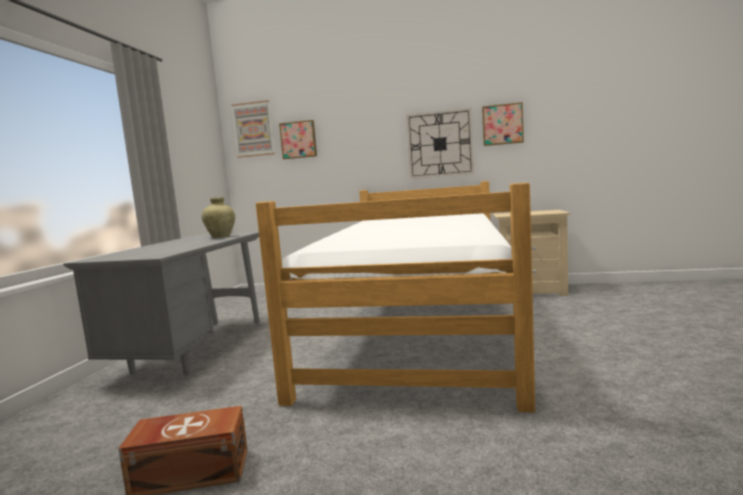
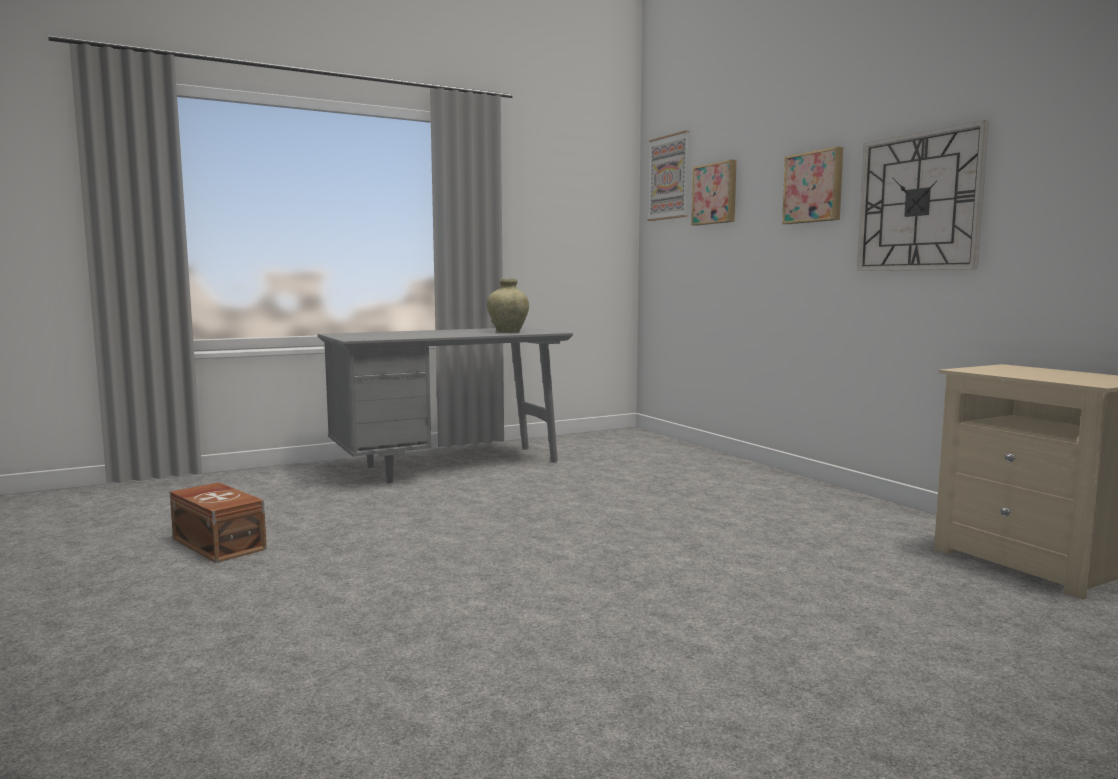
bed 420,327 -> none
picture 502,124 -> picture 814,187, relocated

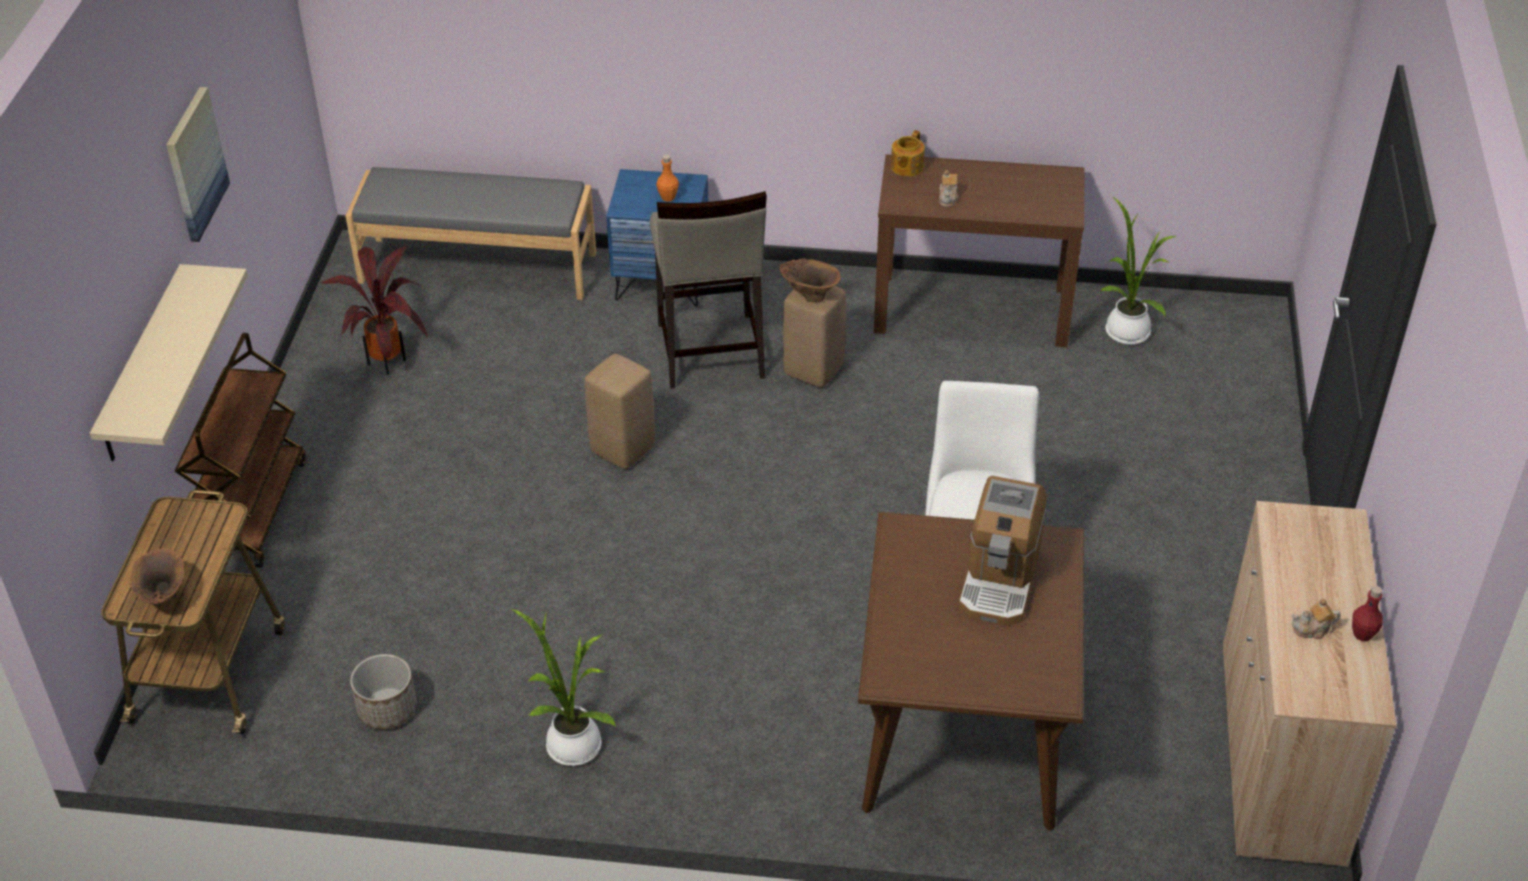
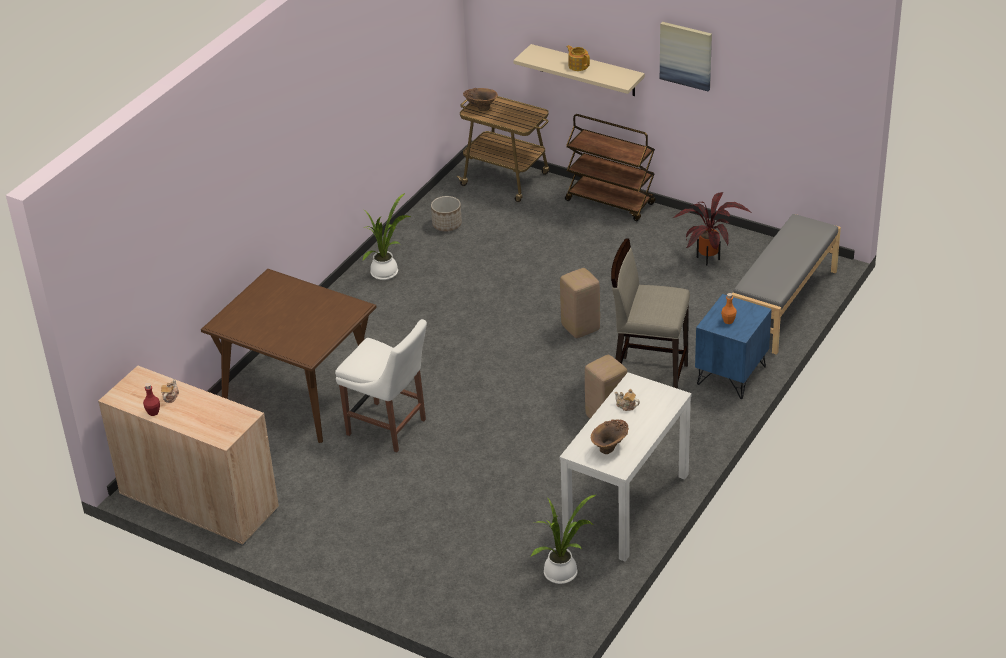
vase (brown) 809,295 -> vase (brown) 610,448, relocated
console table (brown) 973,309 -> console table (white) 626,506
teapot 906,167 -> teapot 578,65, relocated
coffee machine 999,580 -> none

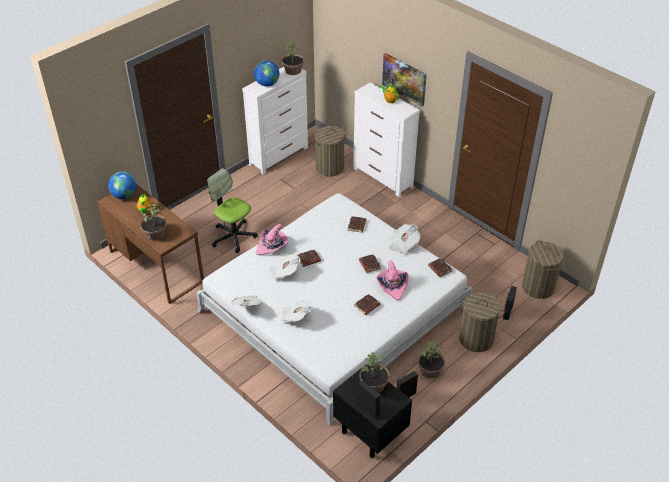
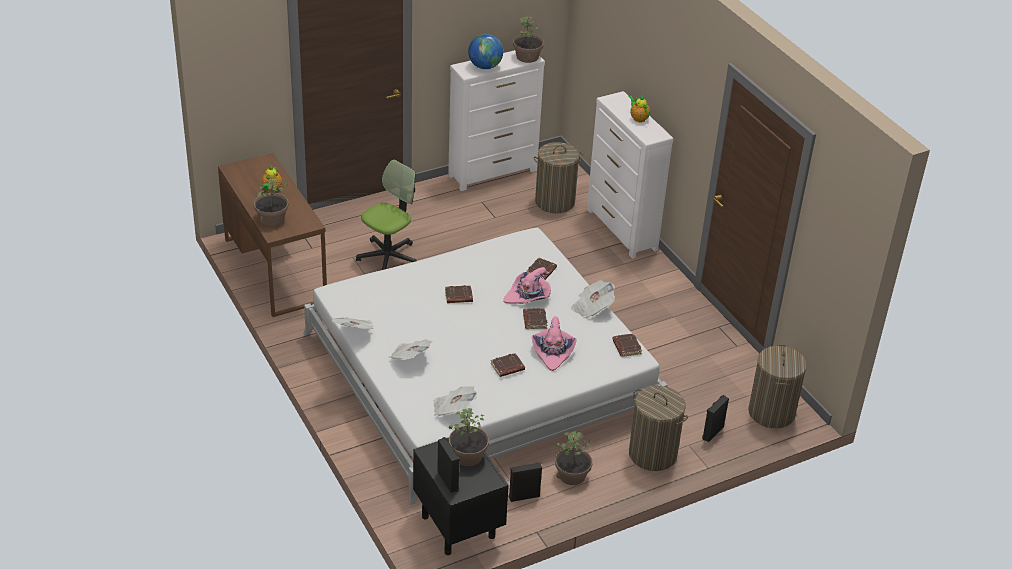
globe 125,195 -> none
office chair 233,236 -> office chair 388,257, 75 degrees clockwise
hat (pink) 272,246 -> hat (pink) 528,296, relocated
newspaper 284,272 -> newspaper 453,409, relocated
picture 404,79 -> none

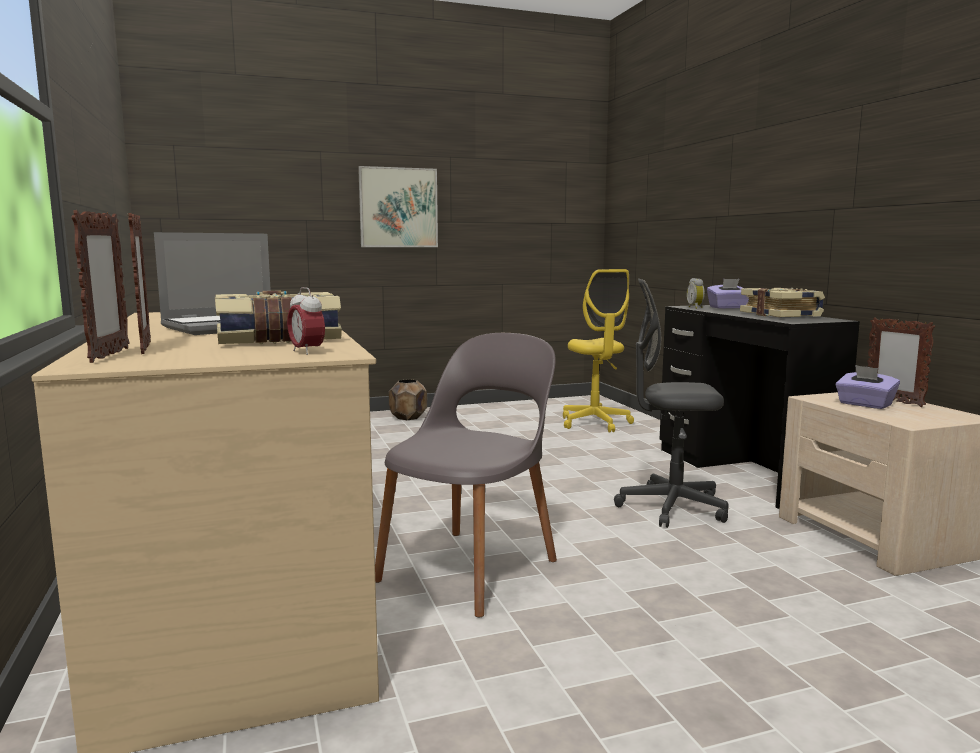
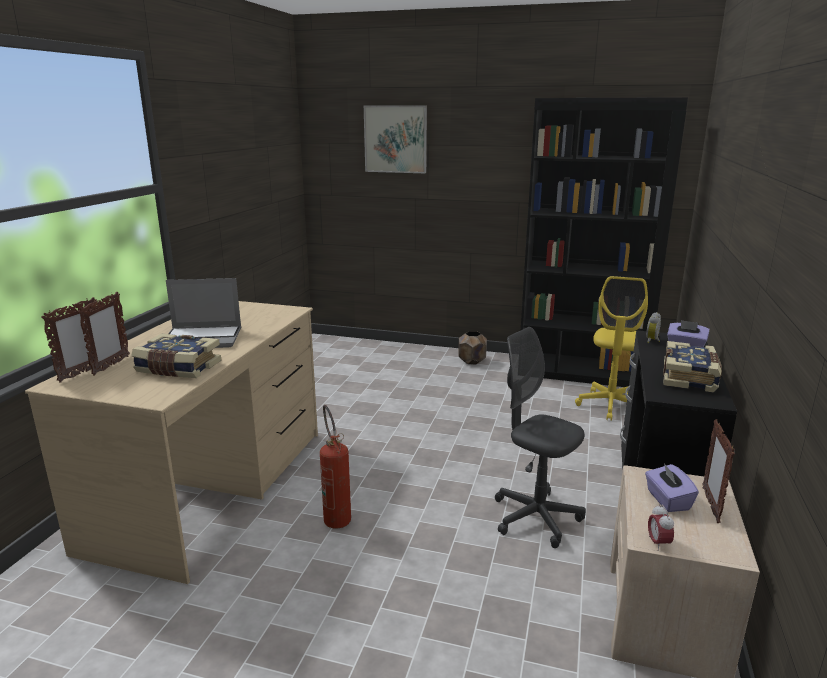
alarm clock 307,352 -> alarm clock 658,543, relocated
picture 398,207 -> picture 395,139, relocated
chair (grey) 471,568 -> fire extinguisher 335,516
none -> bookcase (black) 581,372

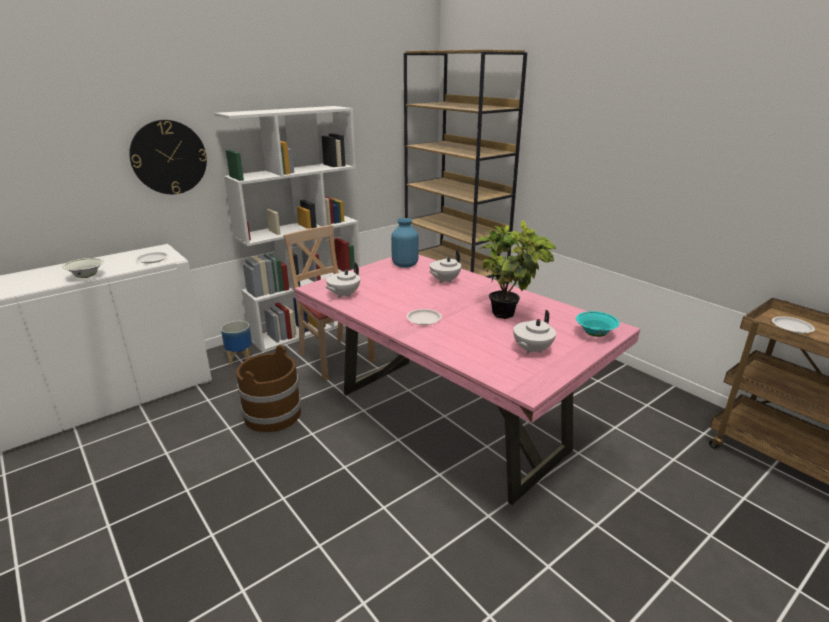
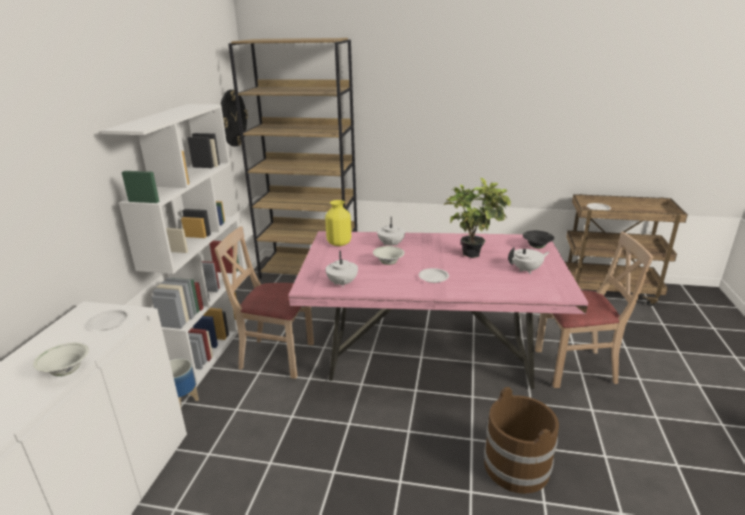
wall clock 169,157 -> wall clock 232,118, relocated
bucket (brown) 272,415 -> bucket (brown) 517,466, relocated
vase (blue) 405,265 -> vase (yellow) 339,243
teapot (white) 531,350 -> teapot (white) 526,270, 105 degrees counterclockwise
bowl (turquoise) 595,334 -> bowl (black) 536,247
none -> bowl (white) 388,263
none -> chair (beige) 575,367

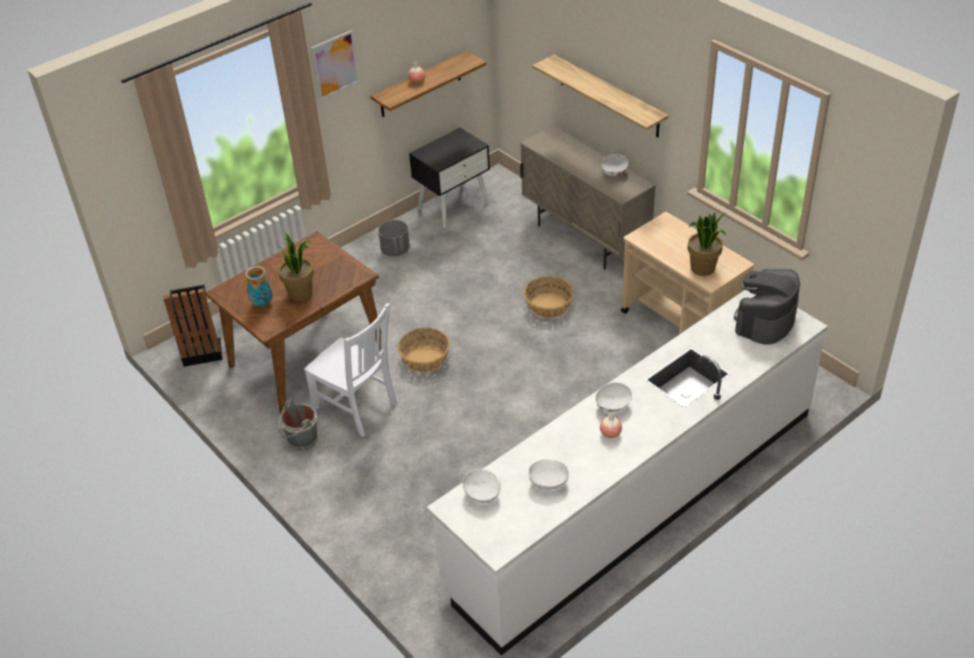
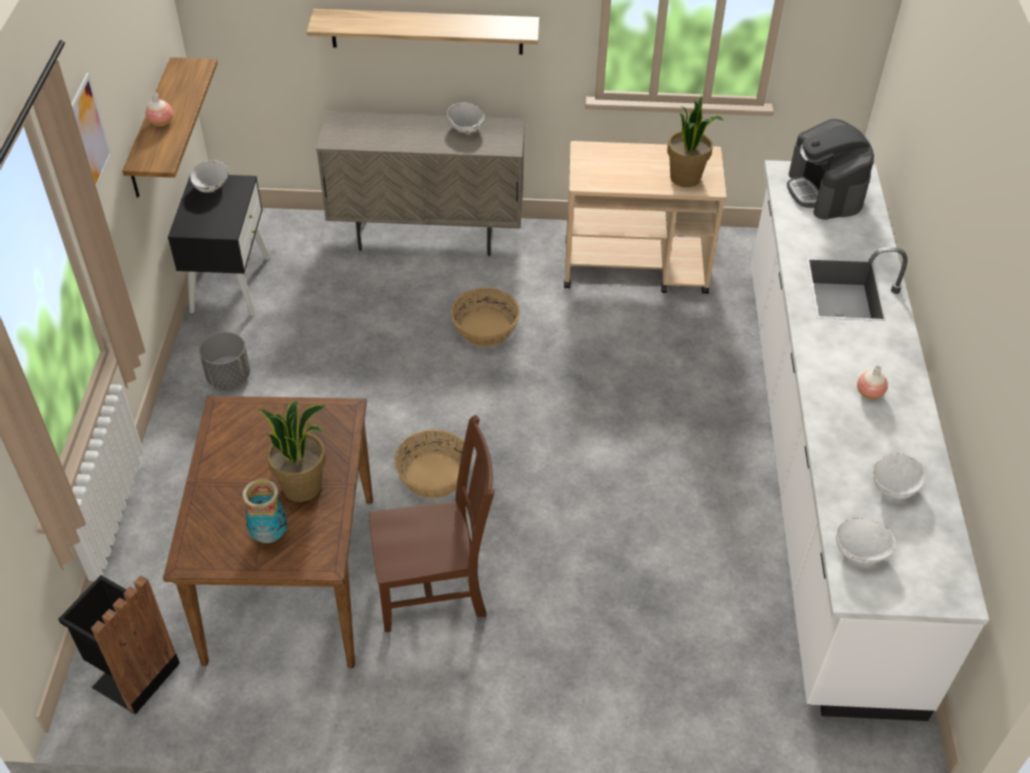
bucket (grey) 301,439 -> none
chair (white) 357,408 -> chair (brown) 434,588
bowl (white) 613,406 -> bowl (white) 212,186, relocated

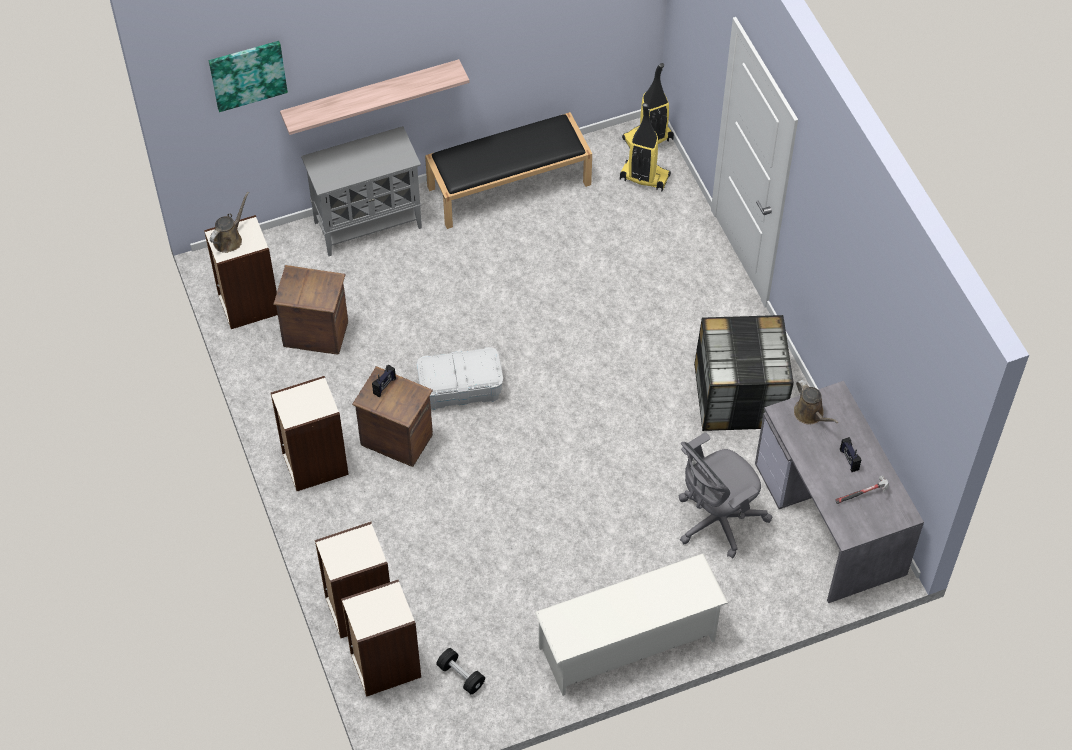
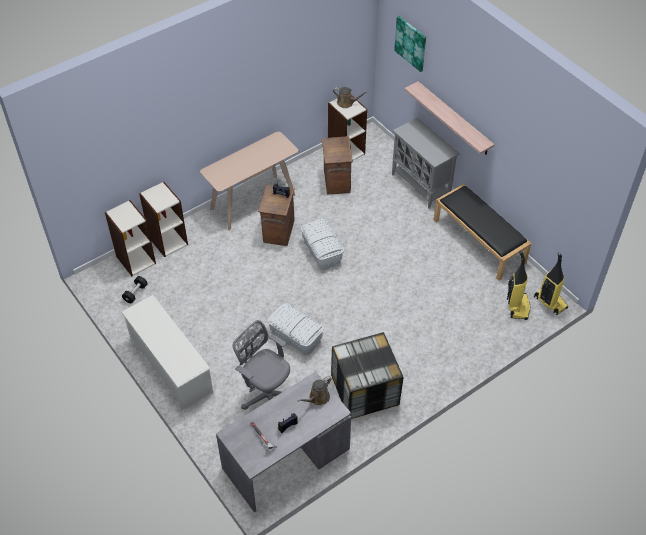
bookcase 314,464 -> console table (beige) 253,201
none -> storage box (white) 295,336

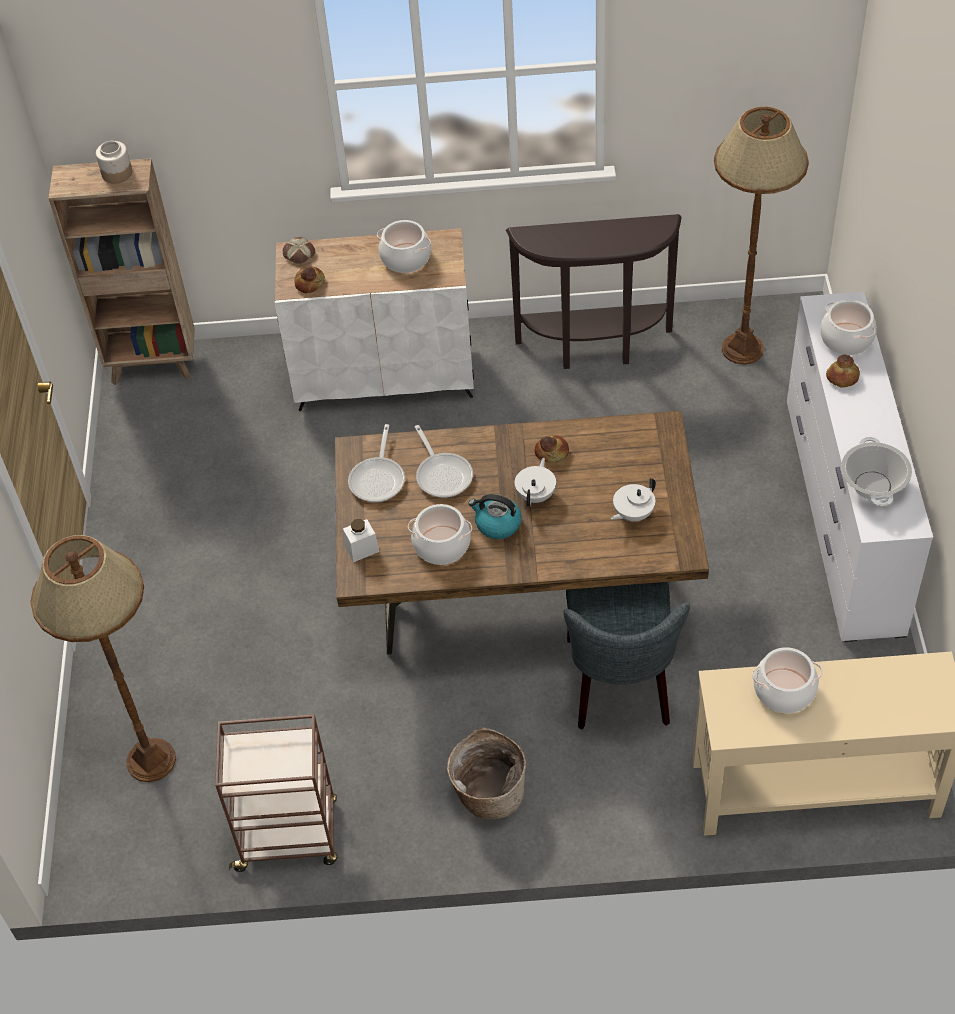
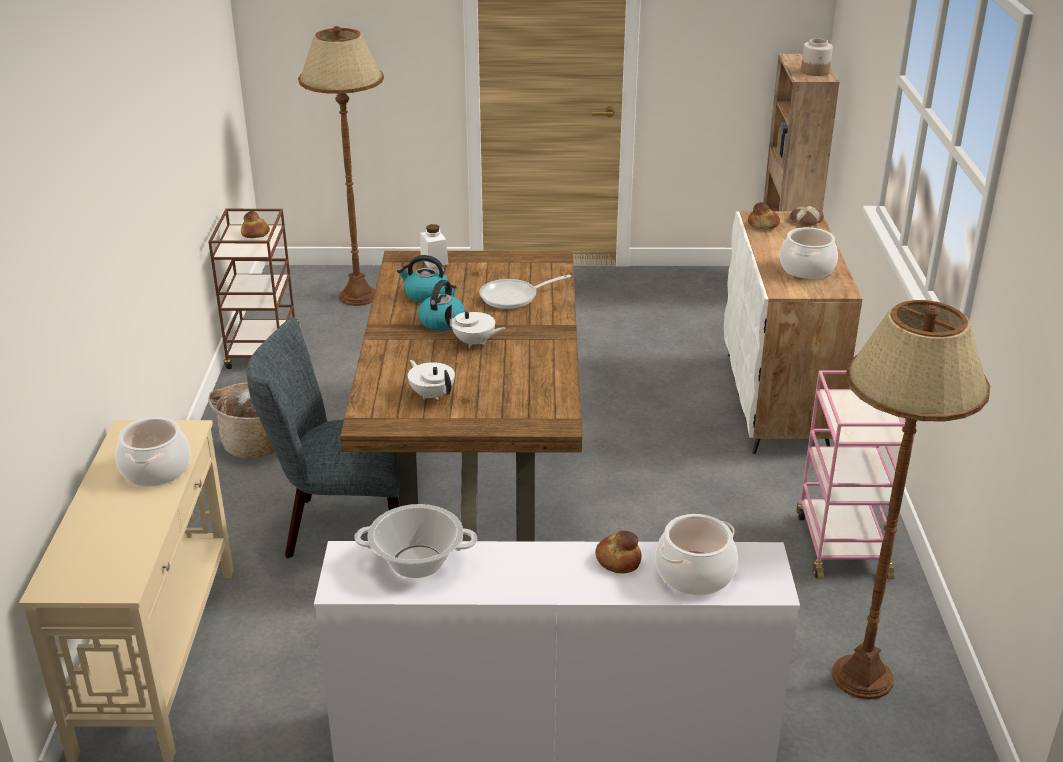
frying pan 378,478 -> none
cooking pot 442,545 -> kettle 425,295
console table (brown) 595,349 -> cart (pink) 841,545
bread 552,453 -> bread 255,234, relocated

